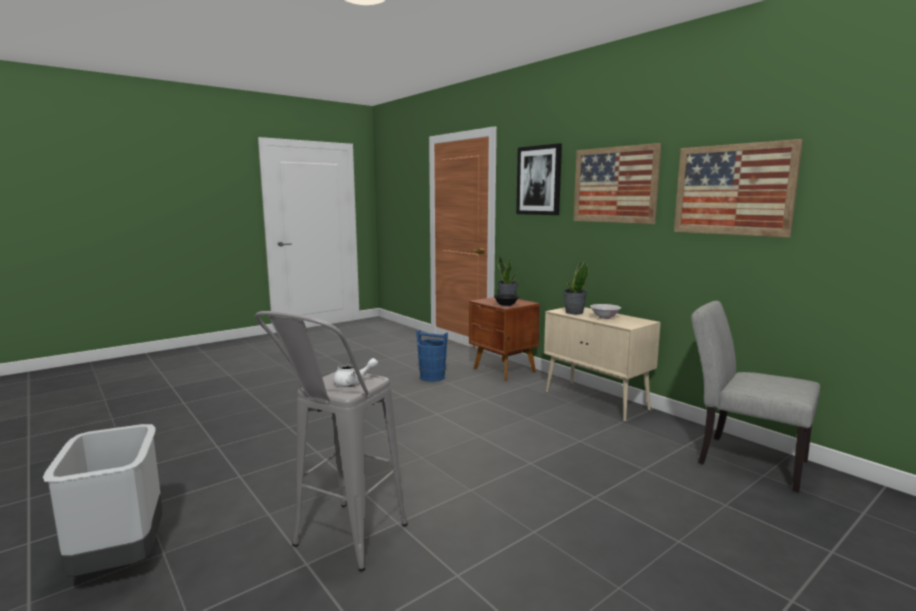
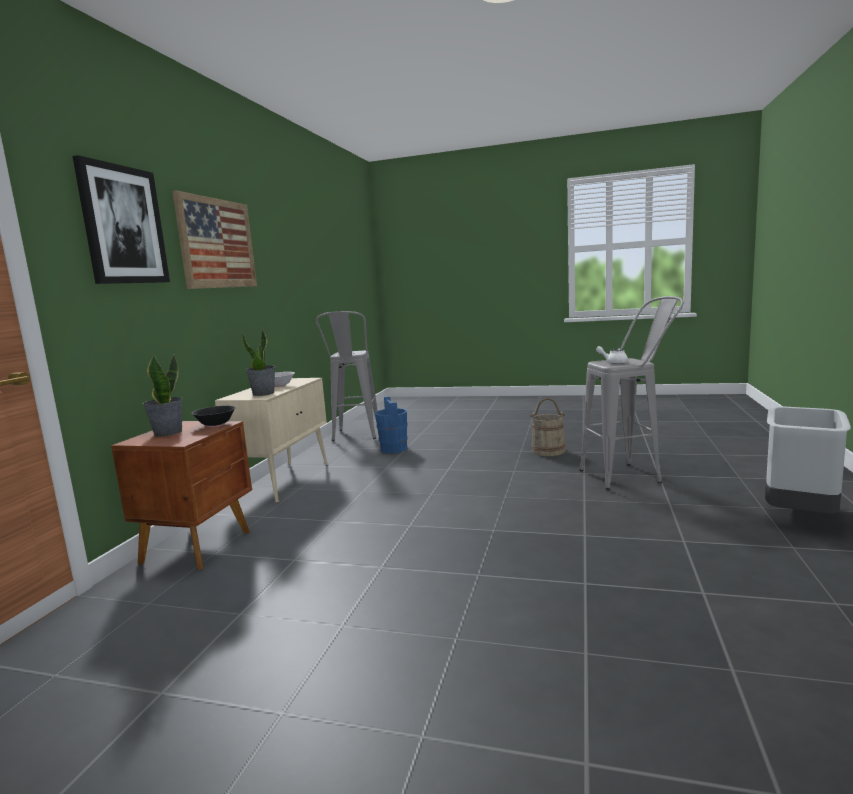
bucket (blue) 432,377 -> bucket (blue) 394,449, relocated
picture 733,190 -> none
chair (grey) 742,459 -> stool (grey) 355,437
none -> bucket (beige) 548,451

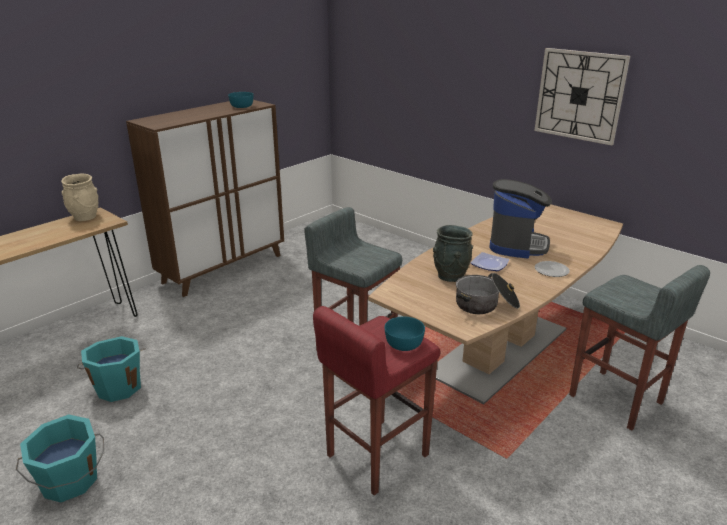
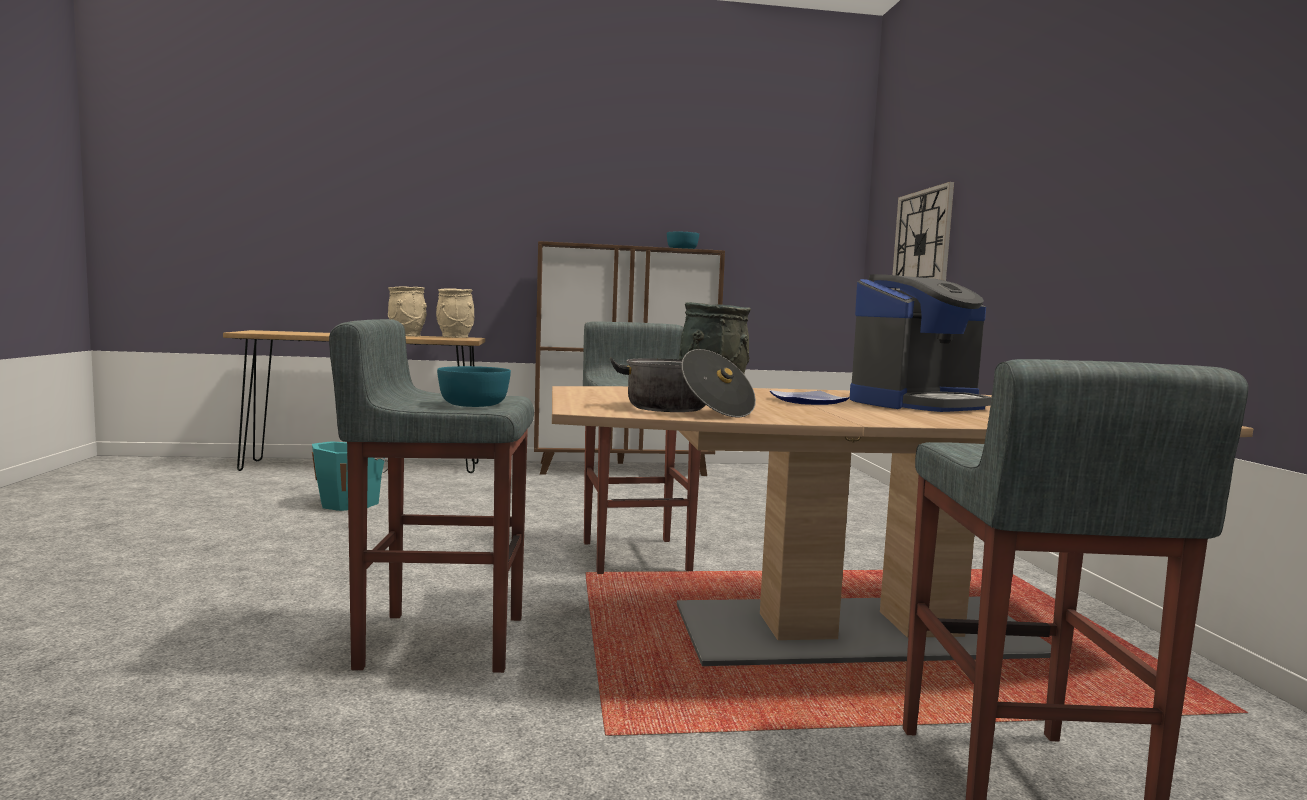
bucket (turquoise) 70,482 -> none
stool (red) 375,455 -> stool (grey) 440,640
wall clock 579,95 -> wall clock 922,244, relocated
plate 551,270 -> none
none -> vase (beige) 407,335

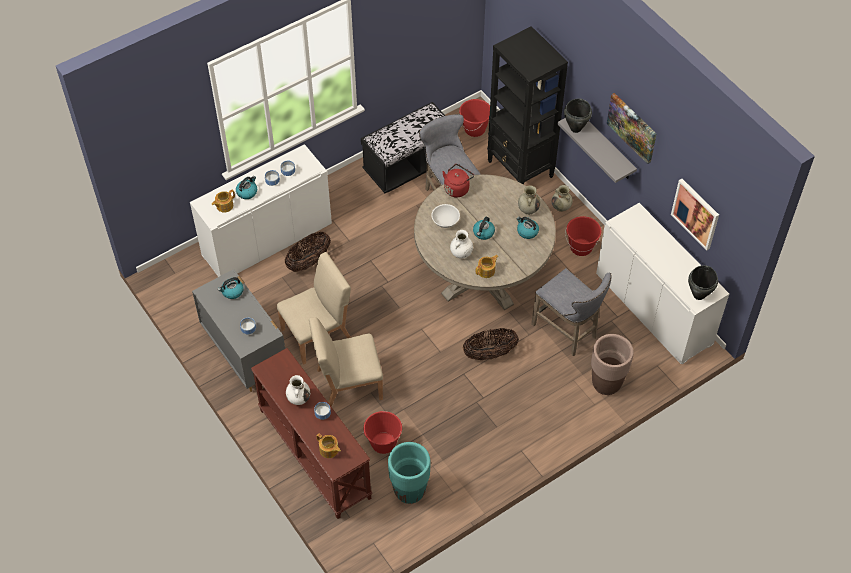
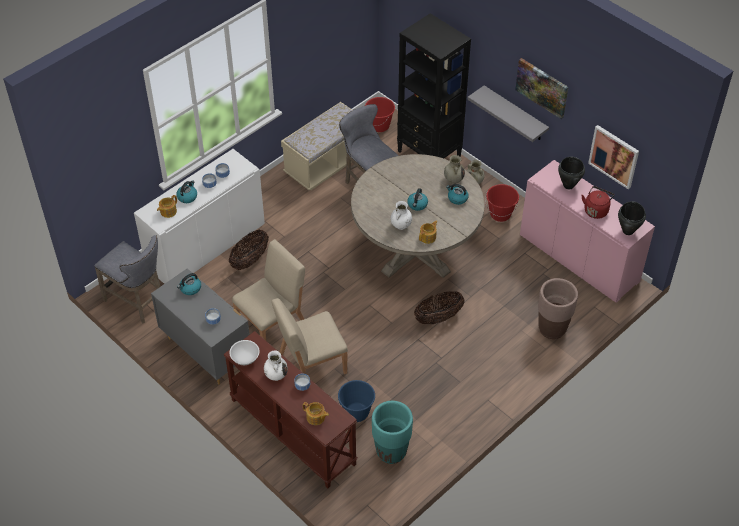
bench (black) 408,165 -> bench (beige) 325,164
bucket (red) 383,443 -> bucket (blue) 356,413
bowl (white) 445,221 -> bowl (white) 245,358, relocated
kettle (red) 457,188 -> kettle (red) 596,210, relocated
stool (grey) 567,332 -> stool (grey) 138,303, relocated
cooking pot (black) 575,128 -> cooking pot (black) 568,185, relocated
cabinet (white) 653,309 -> cabinet (pink) 579,258

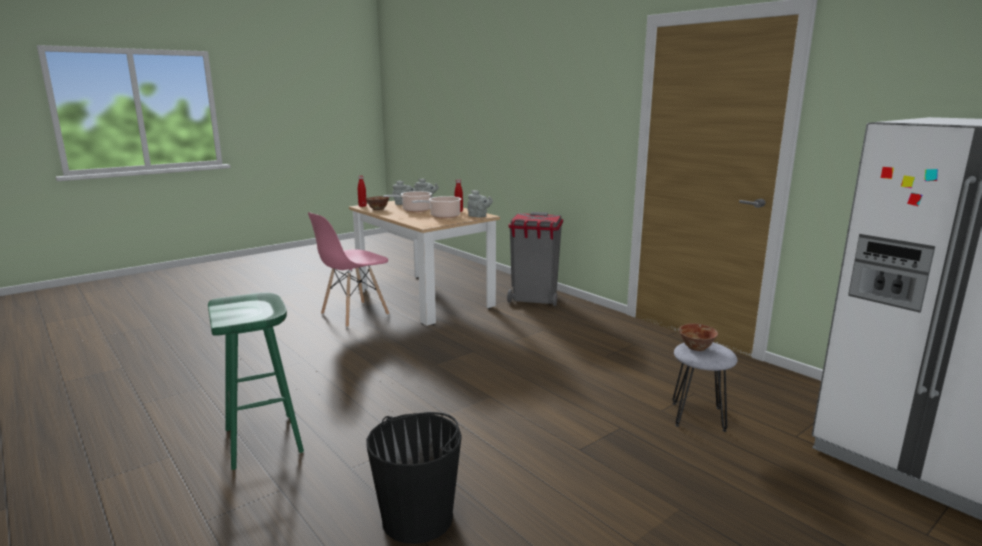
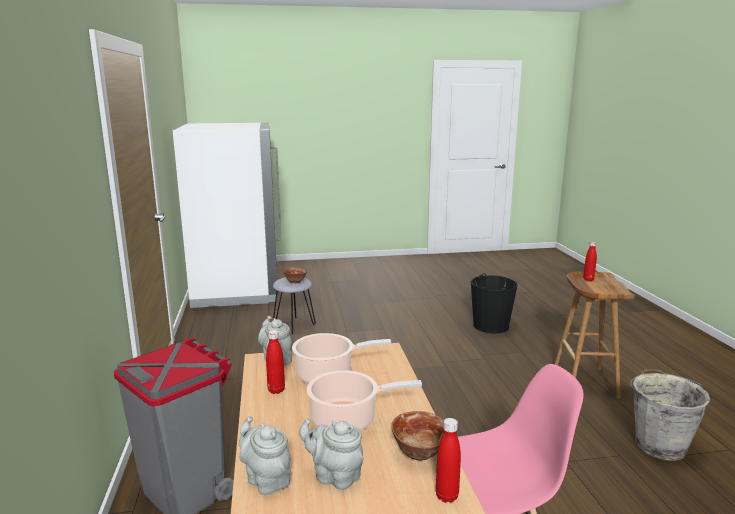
stool (green) 264,440 -> stool (brown) 584,381
none -> bottle (red) 588,279
none -> bucket (grey) 659,444

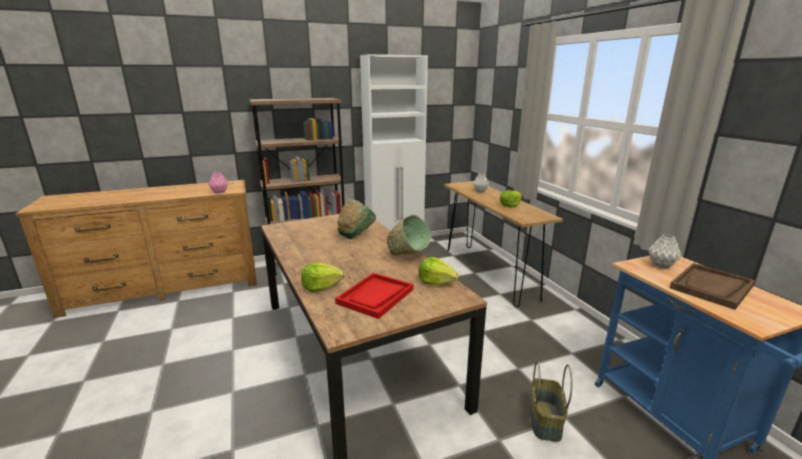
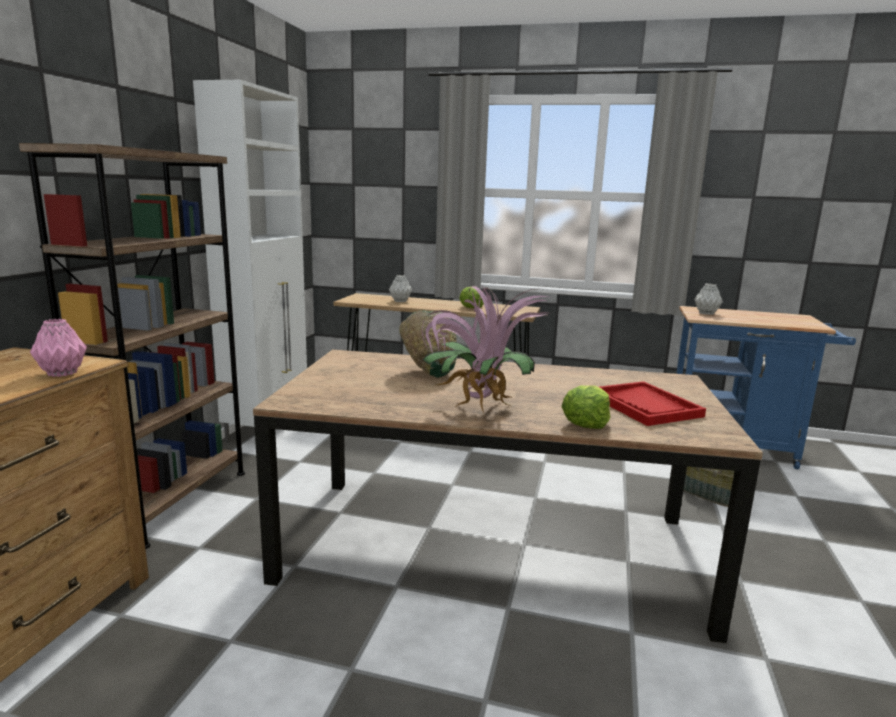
bowl (green) 408,257 -> none
lettuce 436,282 -> none
tray (brown) 711,287 -> none
none -> potted plant 478,410

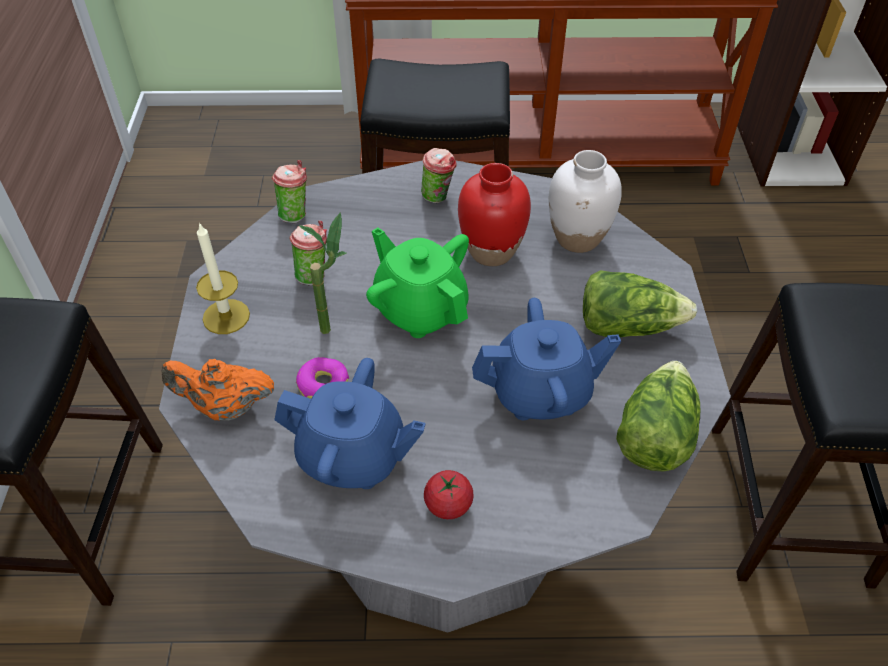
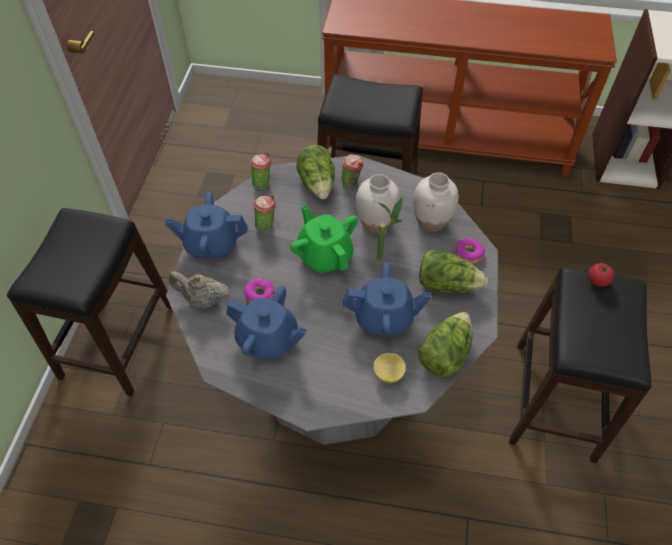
teapot (orange) 225,407 -> teapot (beige) 202,300
candle 226,316 -> teapot (blue) 211,244
potted plant 335,326 -> potted plant 385,257, relocated
tomato 448,505 -> tomato 597,280, relocated
vase (red) 491,251 -> vase (white) 375,223
none -> lettuce 318,184
none -> lemon 388,373
none -> donut 468,254

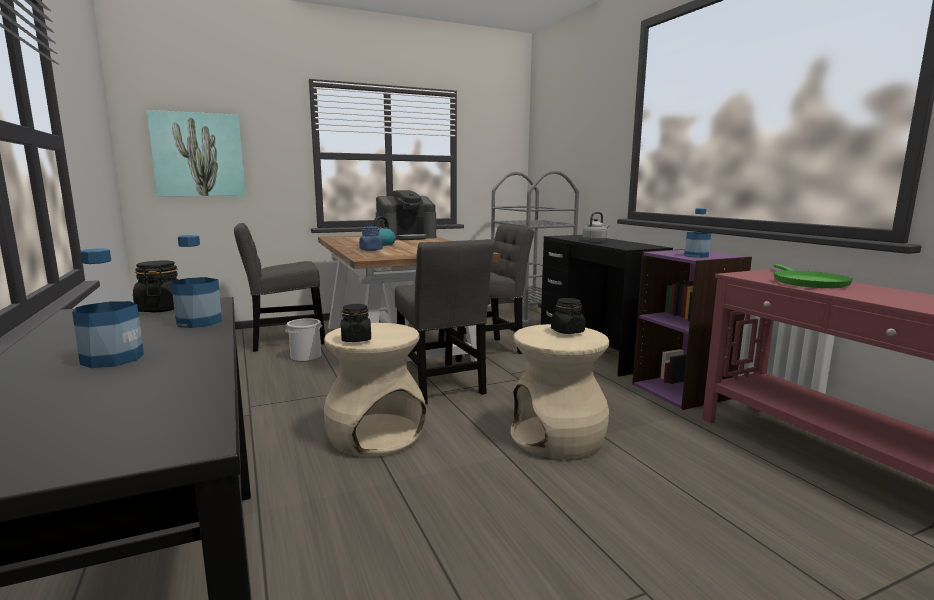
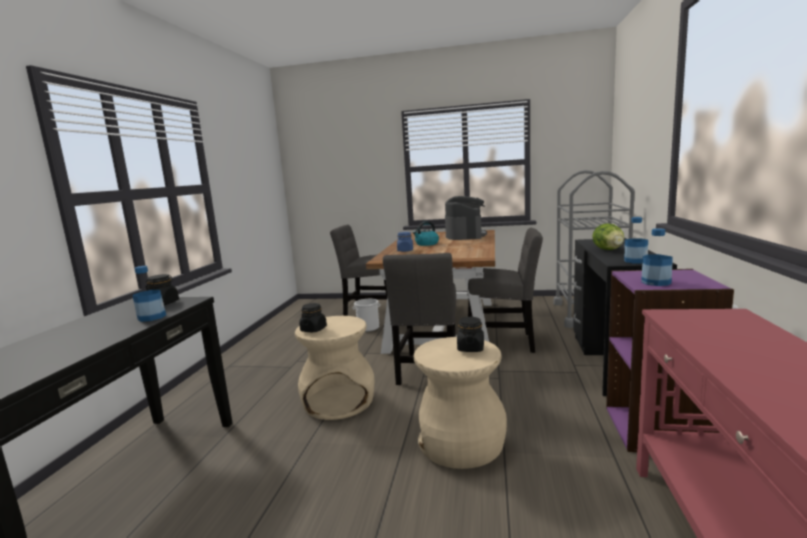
bottle 112,359 -> bottle 635,261, relocated
picture 198,155 -> none
coffee machine 406,237 -> coffee machine 465,235, 90 degrees counterclockwise
kettle (grey) 595,241 -> lettuce 608,250
frying pan (green) 807,282 -> none

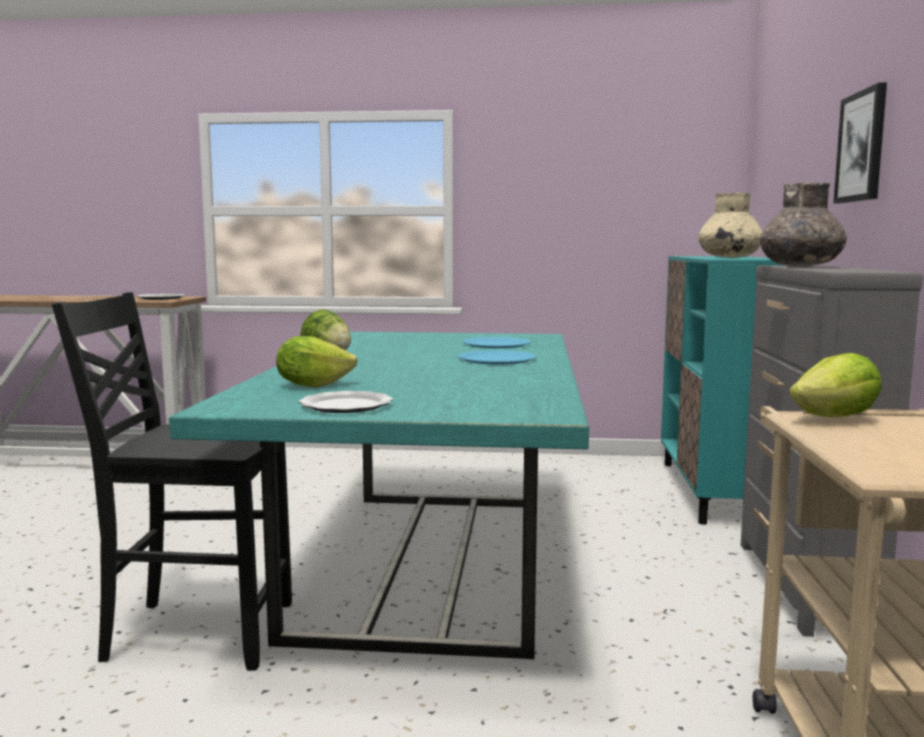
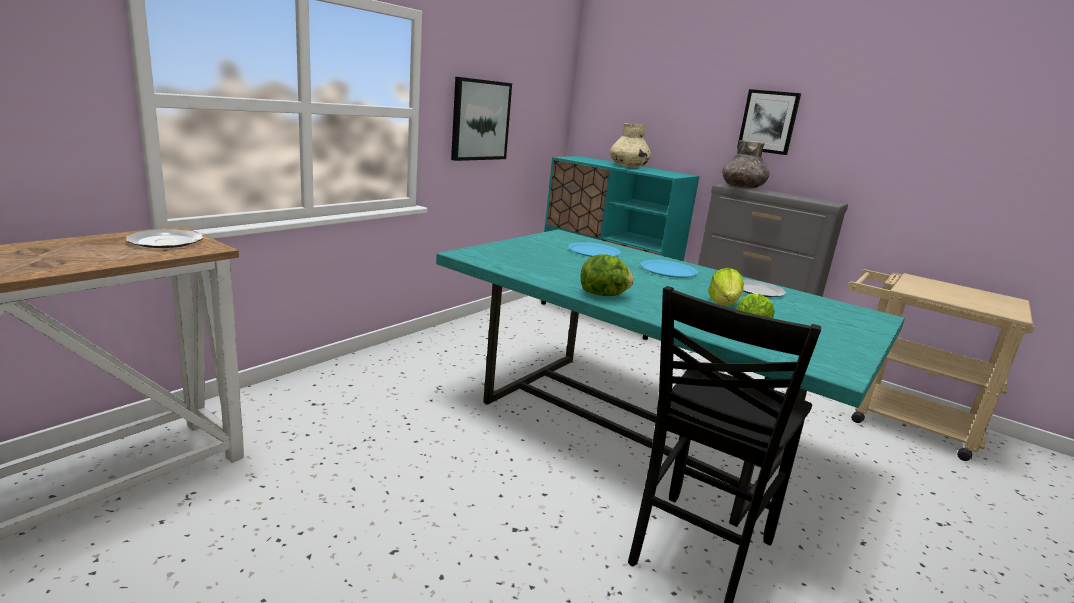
plate 345,406 -> plate 758,291, relocated
lettuce 836,418 -> lettuce 724,303, relocated
none -> picture 480,120

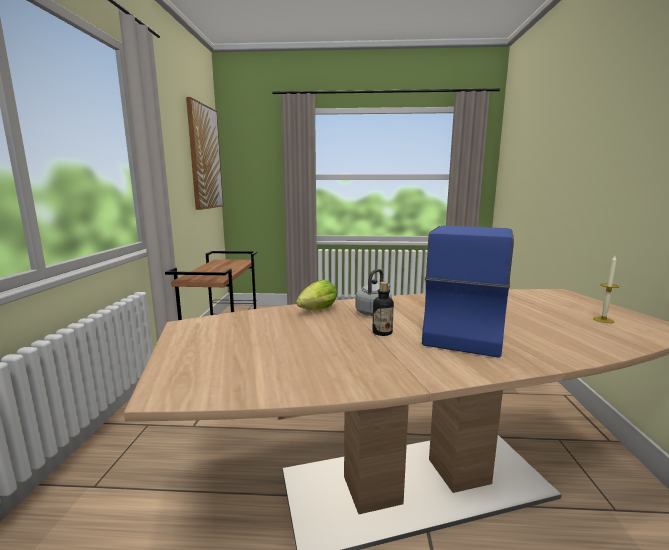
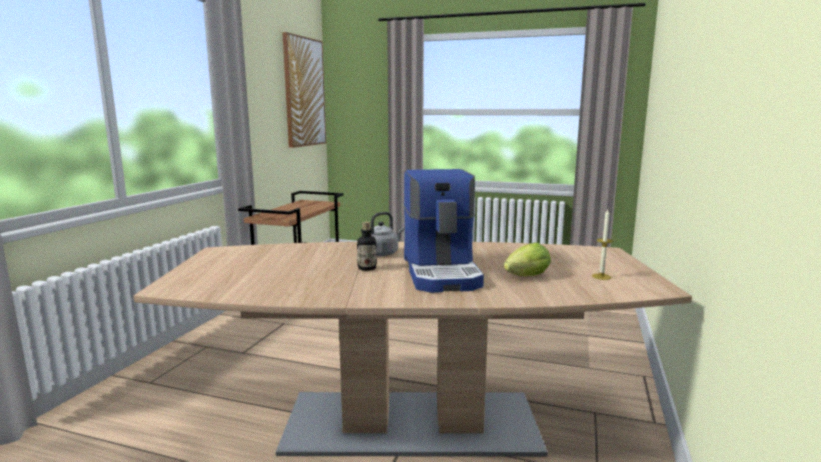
lettuce 316,311 -> lettuce 524,277, relocated
coffee machine 463,330 -> coffee machine 442,272, 135 degrees clockwise

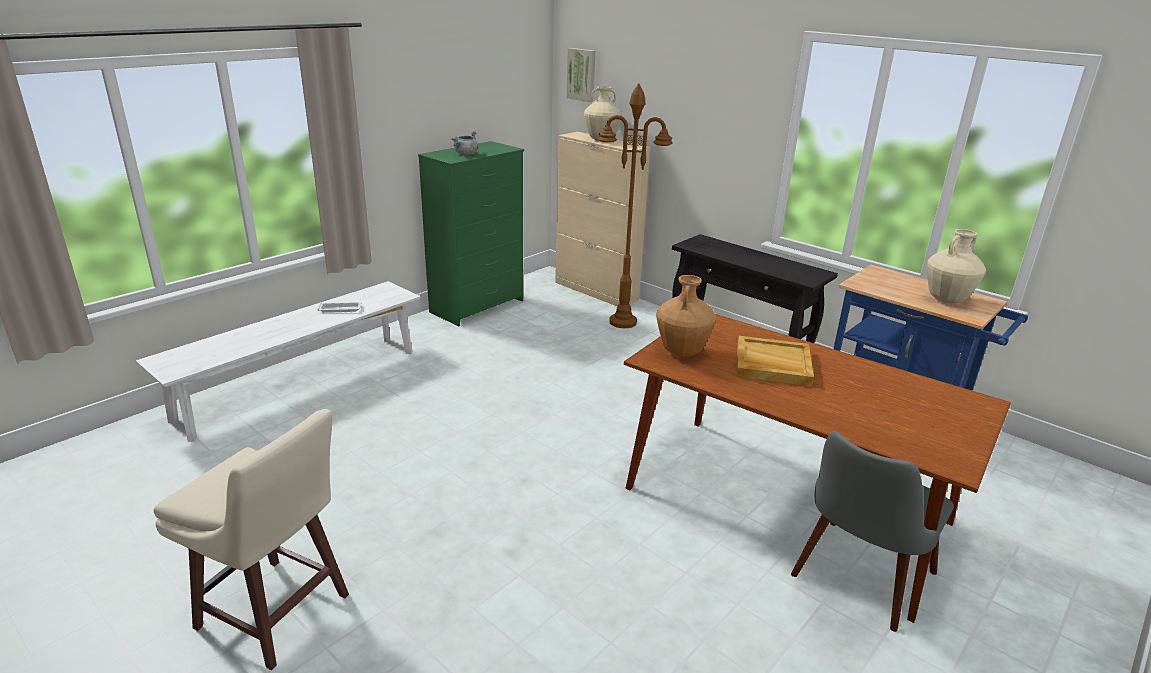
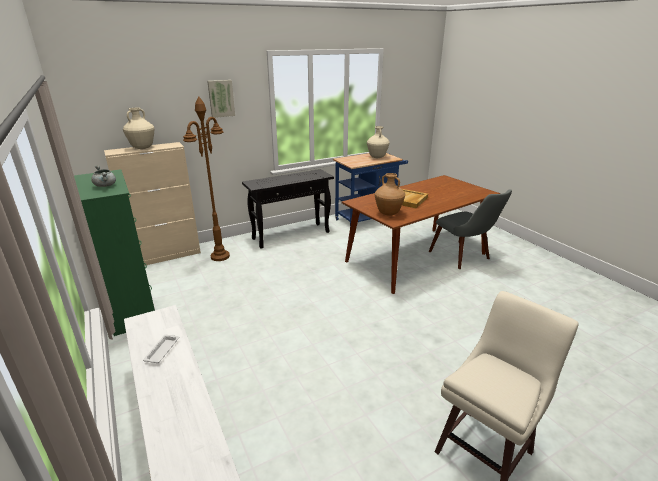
picture 582,74 -> picture 221,98, relocated

